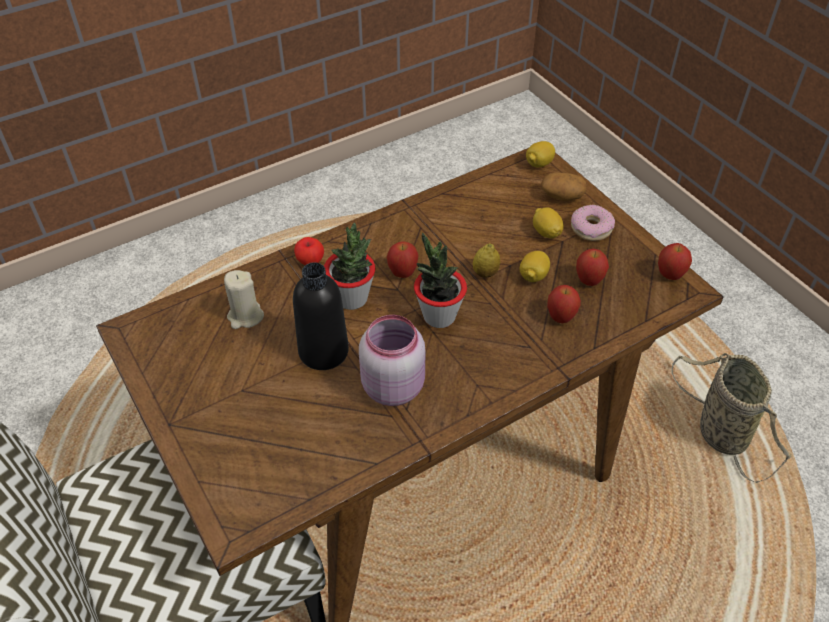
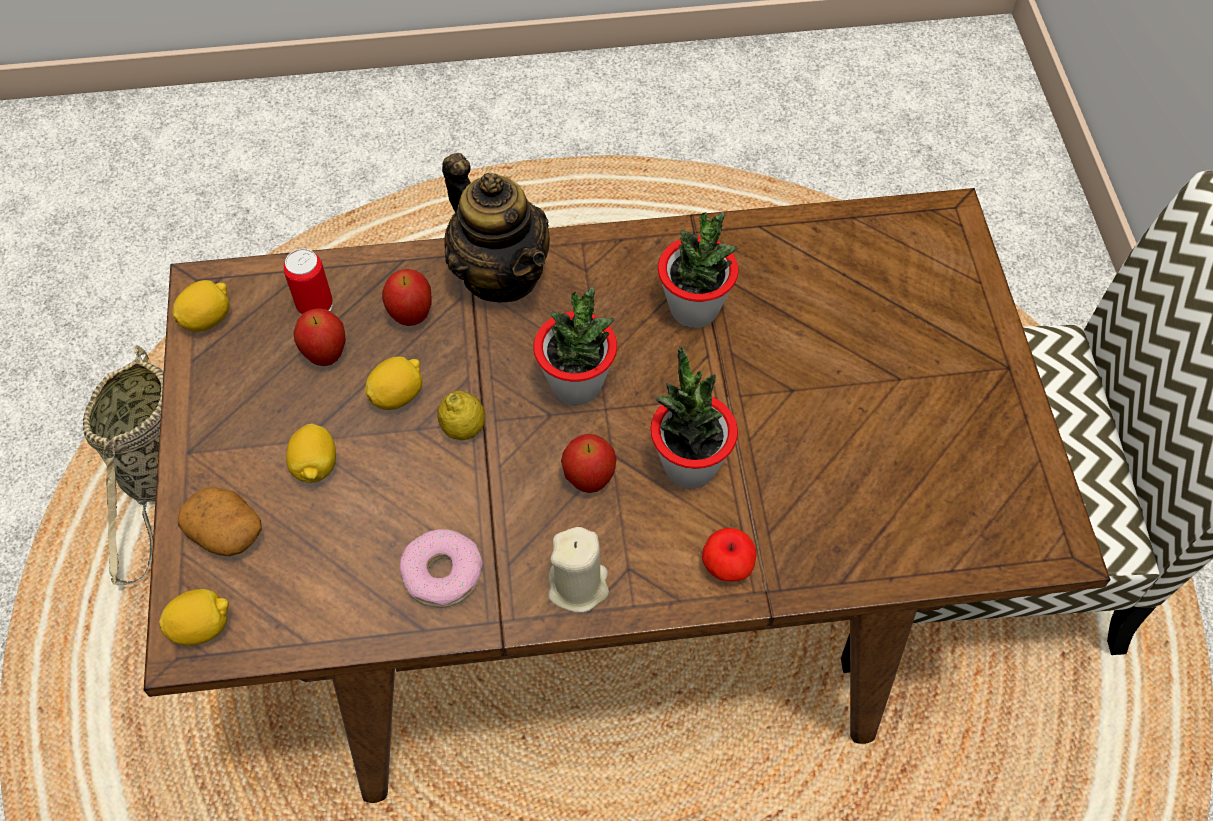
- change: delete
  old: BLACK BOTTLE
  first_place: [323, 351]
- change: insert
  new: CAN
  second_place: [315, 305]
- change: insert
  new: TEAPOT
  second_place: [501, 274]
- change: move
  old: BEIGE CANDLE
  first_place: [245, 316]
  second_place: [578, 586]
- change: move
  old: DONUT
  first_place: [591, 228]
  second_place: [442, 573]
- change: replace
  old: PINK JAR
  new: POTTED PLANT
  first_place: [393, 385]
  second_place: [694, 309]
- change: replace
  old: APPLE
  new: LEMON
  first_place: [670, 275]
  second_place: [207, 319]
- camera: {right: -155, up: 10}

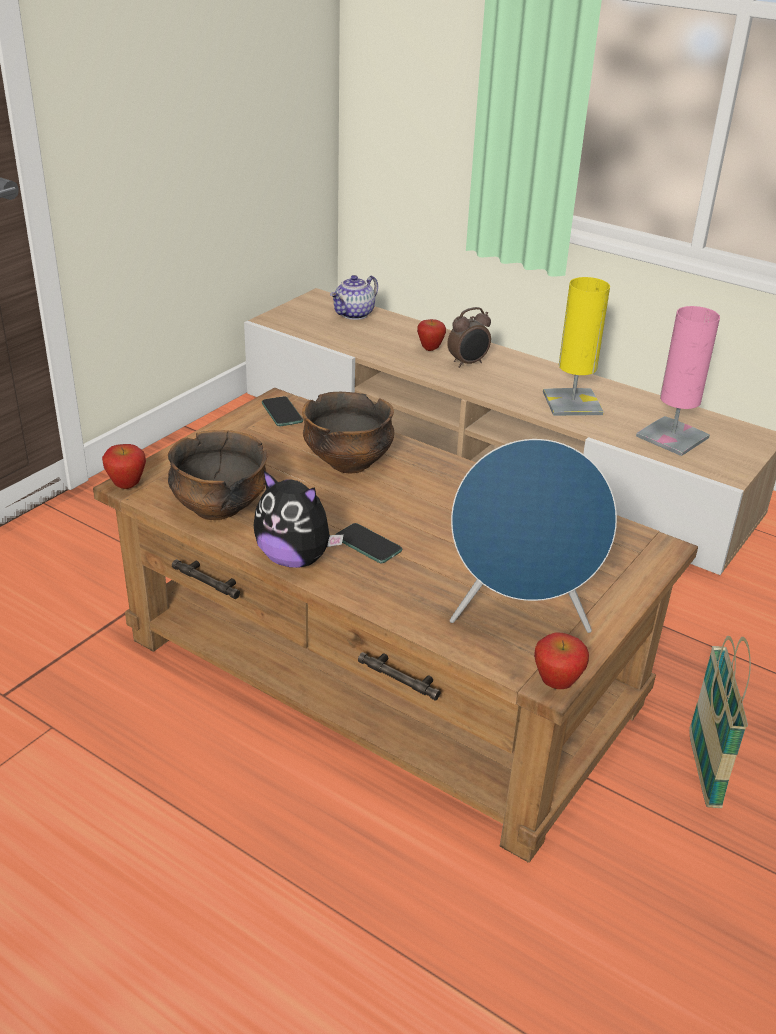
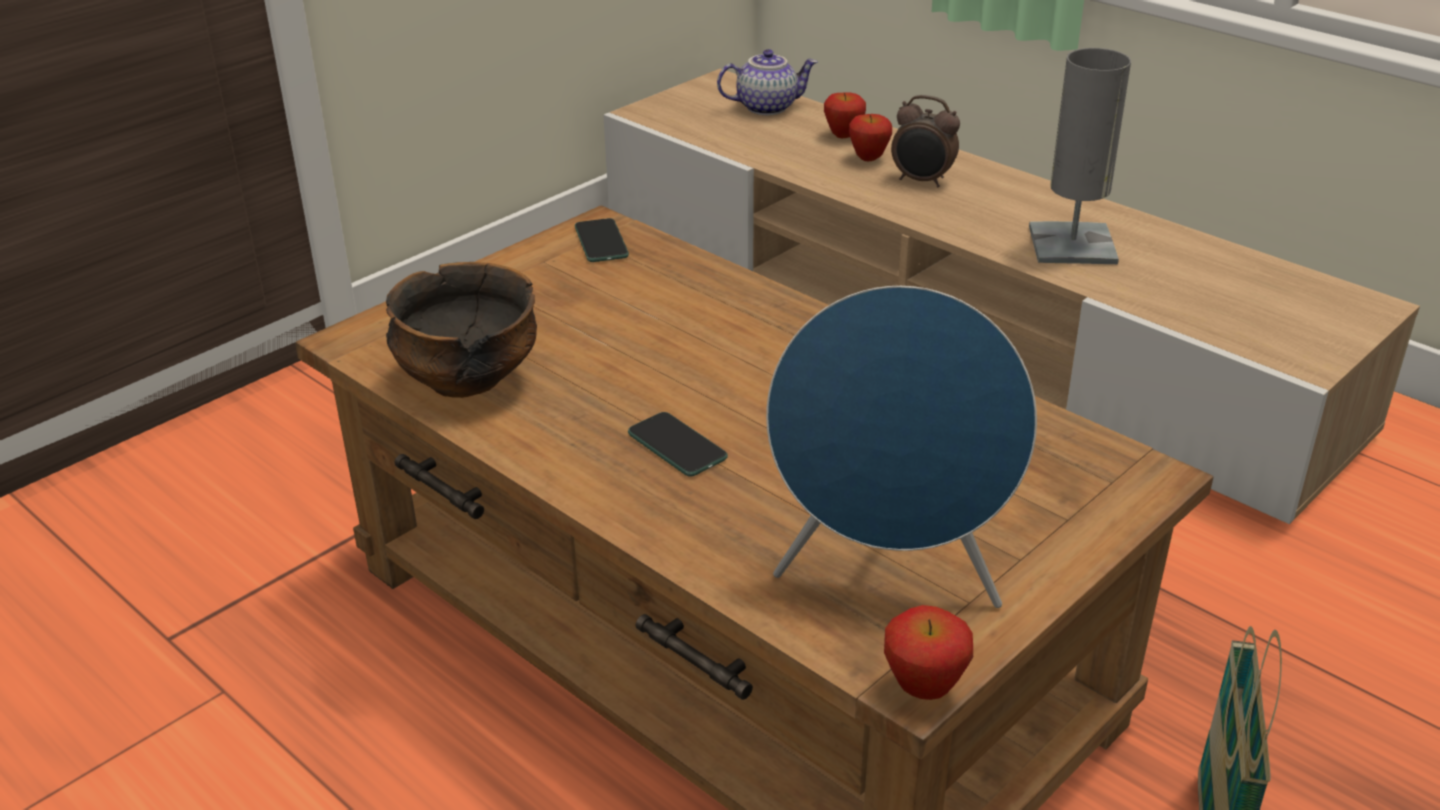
- change: delete
  old: PLUSH TOY
  first_place: [295, 559]
- change: delete
  old: BOWL
  first_place: [349, 462]
- change: delete
  old: PINK TABLE LAMP
  first_place: [672, 437]
- change: move
  old: APPLE
  first_place: [127, 486]
  second_place: [843, 136]
- change: recolor
  old: YELLOW TABLE LAMP
  new: GREY TABLE LAMP
  first_place: [572, 403]
  second_place: [1072, 245]
- change: rotate
  old: TEAPOT
  first_place: [354, 314]
  second_place: [767, 107]
  degrees: -150
- change: rotate
  old: ALARM CLOCK
  first_place: [468, 363]
  second_place: [922, 181]
  degrees: 45
- camera: {right: 10, up: 0}

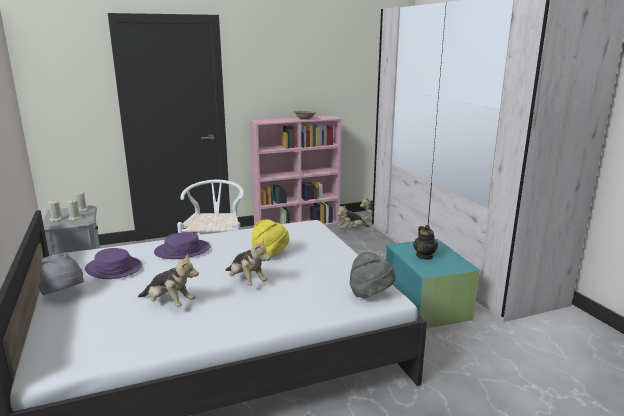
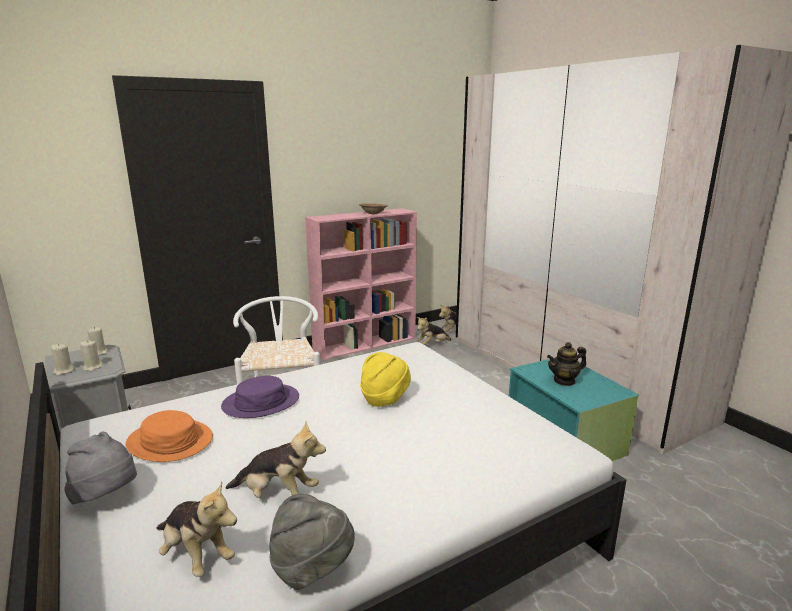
- change: move
  old: PLUSH TOY
  first_place: [246, 281]
  second_place: [196, 555]
- change: move
  old: GREY HAT
  first_place: [370, 294]
  second_place: [312, 569]
- change: recolor
  old: PURPLE HAT
  new: ORANGE HAT
  first_place: [113, 268]
  second_place: [170, 441]
- change: rotate
  old: TEAPOT
  first_place: [424, 256]
  second_place: [564, 381]
  degrees: 90
- camera: {right: -10, up: 0}

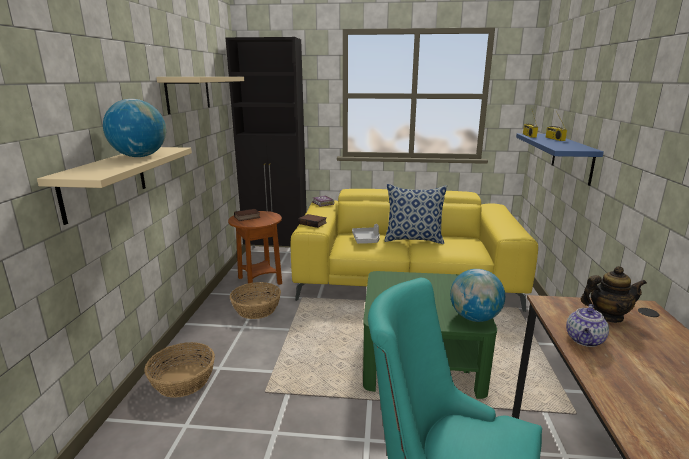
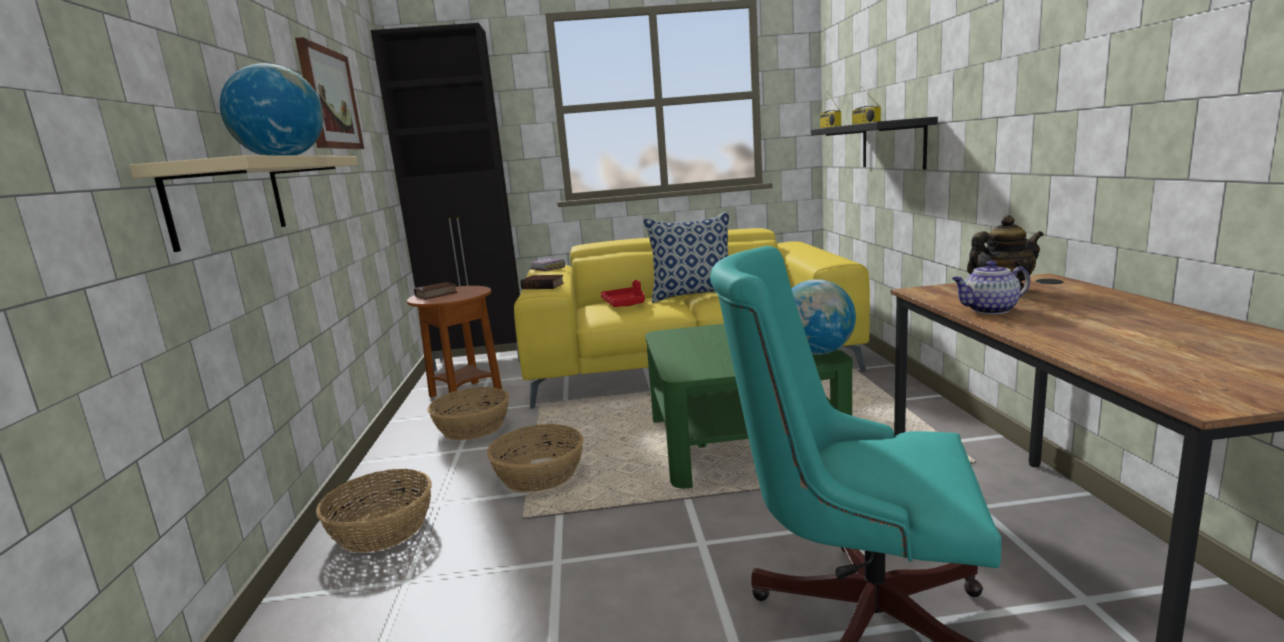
- change: insert
  new: BASKET
  second_place: [539, 474]
- change: replace
  old: BEIGE SHELF
  new: PICTURE
  first_place: [188, 93]
  second_place: [329, 99]
- change: recolor
  old: GREY TRAY
  new: RED TRAY
  first_place: [366, 240]
  second_place: [625, 304]
- change: recolor
  old: BLUE SHELF
  new: BLACK SHELF
  first_place: [572, 158]
  second_place: [892, 145]
- change: rotate
  old: TEAPOT
  first_place: [584, 340]
  second_place: [989, 310]
  degrees: 60
- camera: {right: -10, up: -5}

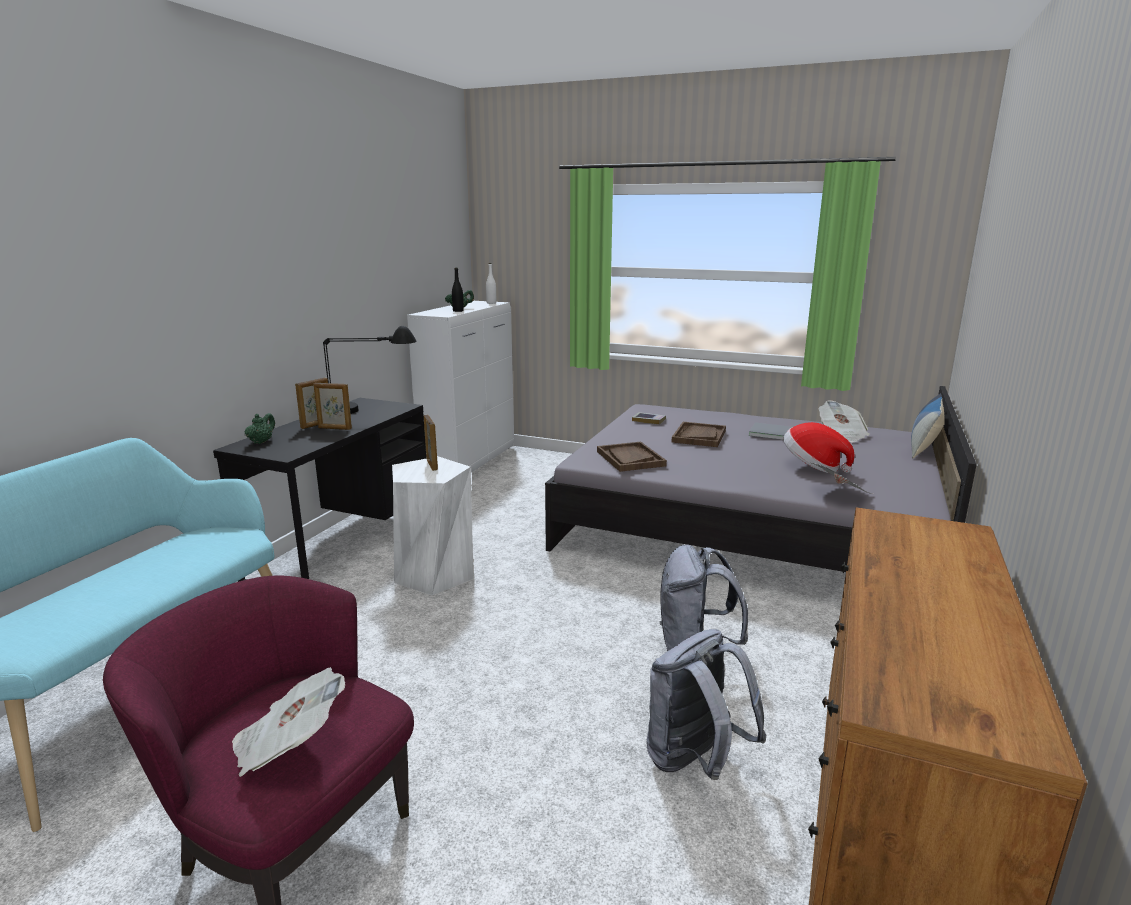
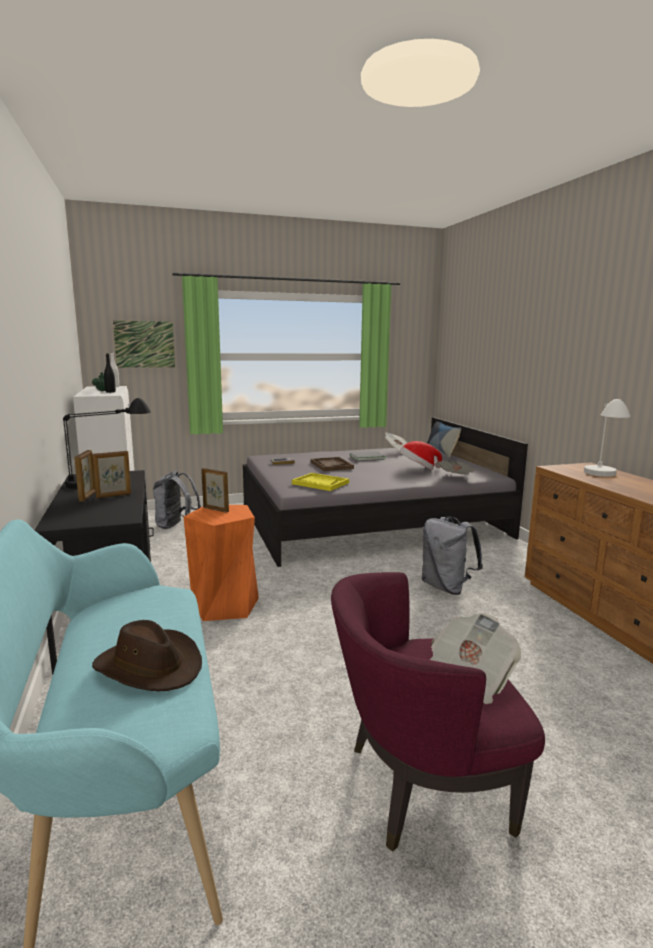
- change: delete
  old: GREEN TEAPOT
  first_place: [261, 442]
- change: insert
  new: BROWN HAT
  second_place: [150, 666]
- change: insert
  new: PICTURE
  second_place: [144, 344]
- change: insert
  new: WHITE TABLE LAMP
  second_place: [602, 479]
- change: move
  old: GREY BACKPACK
  first_place: [694, 761]
  second_place: [175, 525]
- change: recolor
  old: WHITE STOOL
  new: ORANGE STOOL
  first_place: [434, 574]
  second_place: [225, 605]
- change: recolor
  old: BROWN TRAY
  new: YELLOW TRAY
  first_place: [630, 458]
  second_place: [320, 483]
- camera: {right: -40, up: -5}

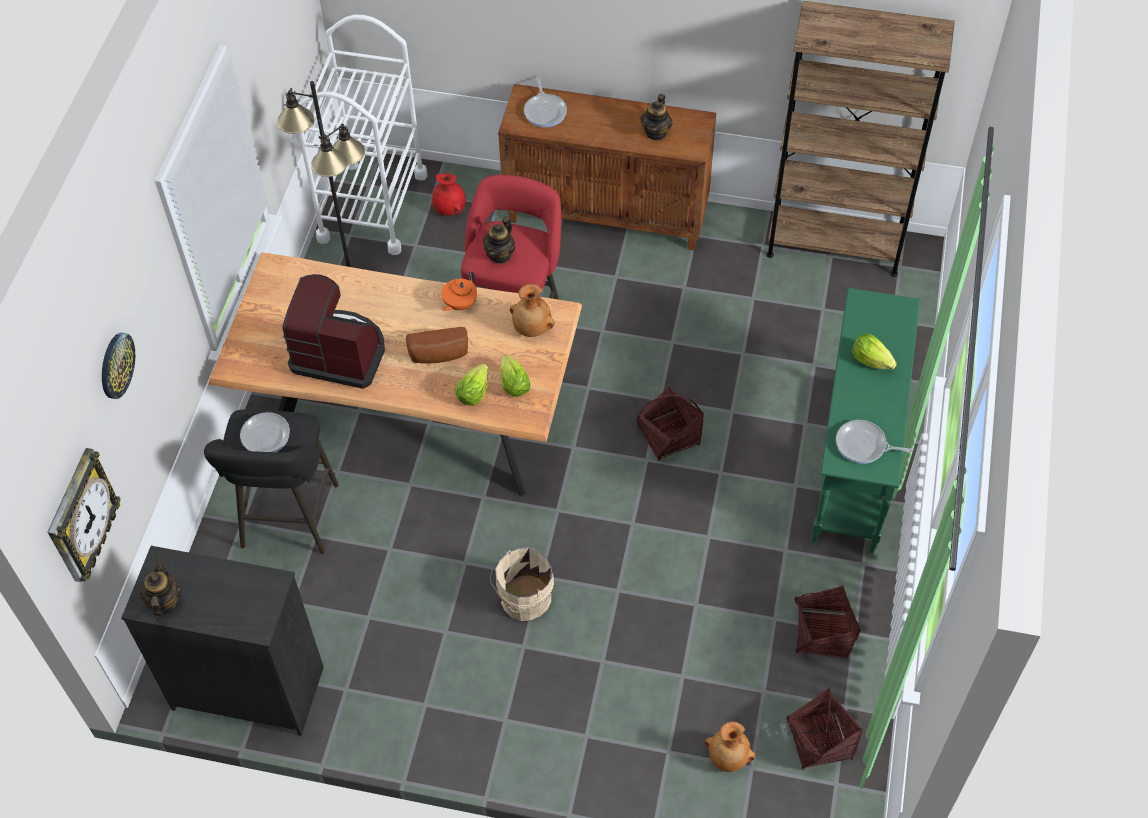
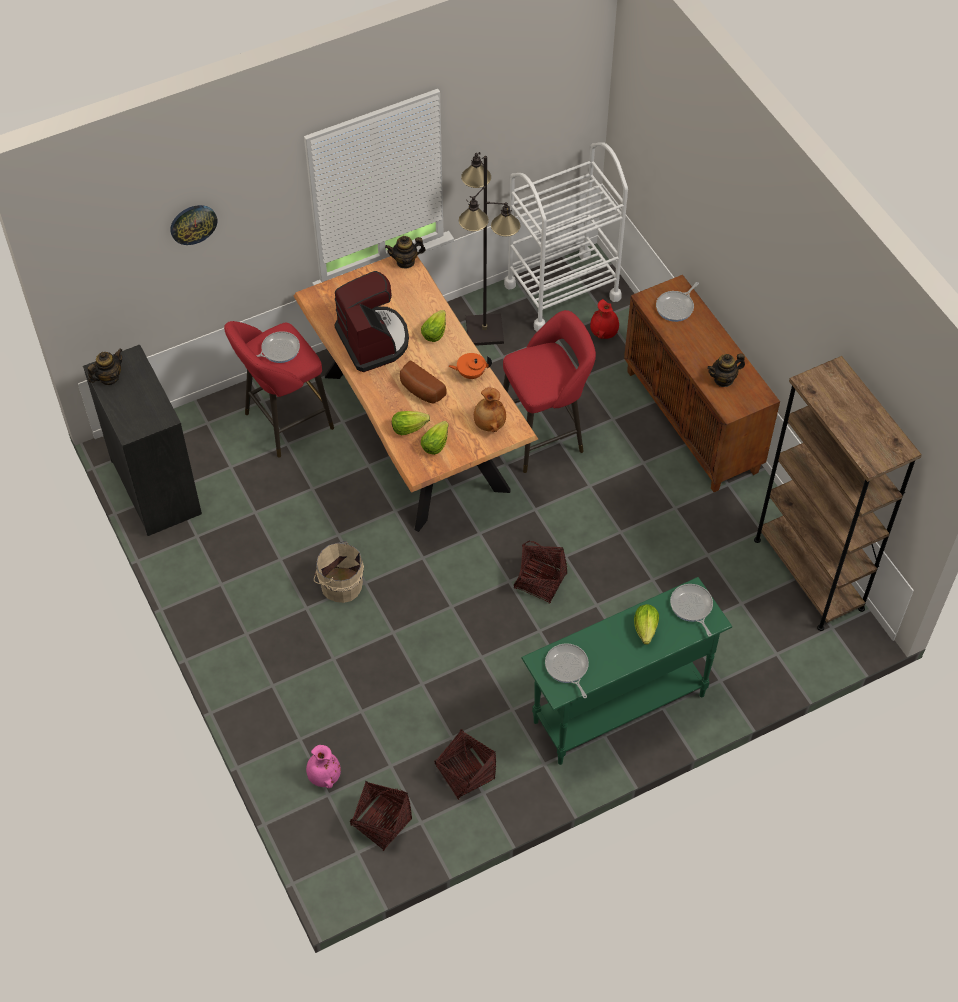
- change: delete
  old: WALL CLOCK
  first_place: [81, 518]
- change: insert
  new: LETTUCE
  second_place: [434, 333]
- change: insert
  new: FRYING PAN
  second_place: [692, 607]
- change: move
  old: TEAPOT
  first_place: [500, 254]
  second_place: [405, 261]
- change: recolor
  old: BLACK STOOL
  new: RED STOOL
  first_place: [288, 521]
  second_place: [284, 423]
- change: recolor
  old: BROWN VASE
  new: PINK VASE
  first_place: [728, 757]
  second_place: [323, 776]
- camera: {right: 50, up: 0}

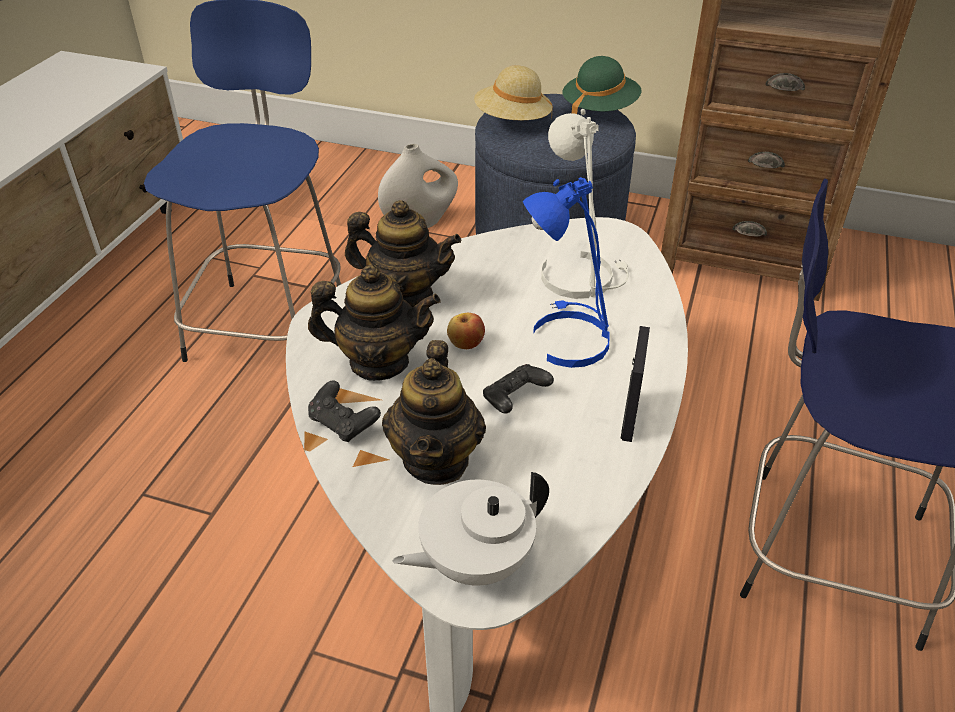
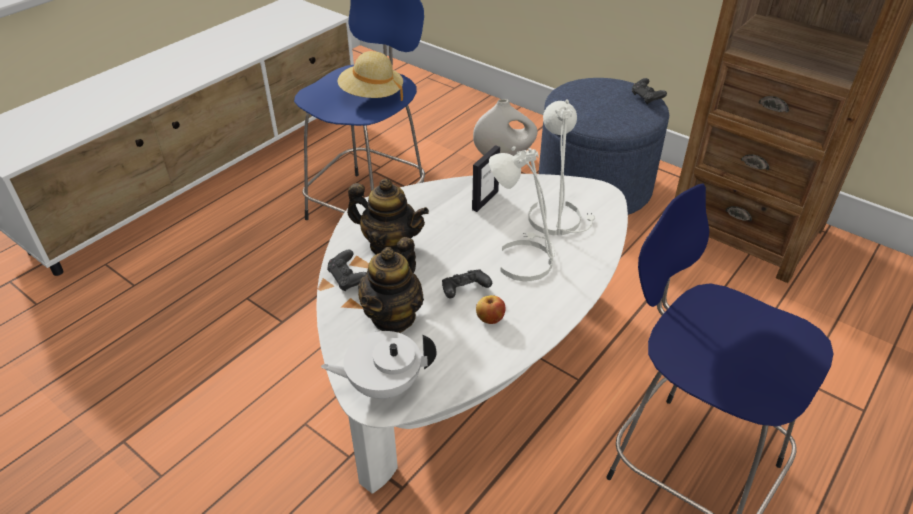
- change: delete
  old: TEAPOT
  first_place: [405, 294]
- change: move
  old: APPLE
  first_place: [466, 344]
  second_place: [490, 319]
- change: move
  old: BEIGE HAT
  first_place: [512, 121]
  second_place: [371, 96]
- change: move
  old: PICTURE FRAME
  first_place: [629, 416]
  second_place: [485, 200]
- change: replace
  old: GREEN HAT
  new: BLACK GAME CONTROLLER
  first_place: [599, 109]
  second_place: [646, 98]
- change: recolor
  old: BLUE TABLE LAMP
  new: WHITE TABLE LAMP
  first_place: [567, 337]
  second_place: [524, 259]
- camera: {right: 20, up: 0}

